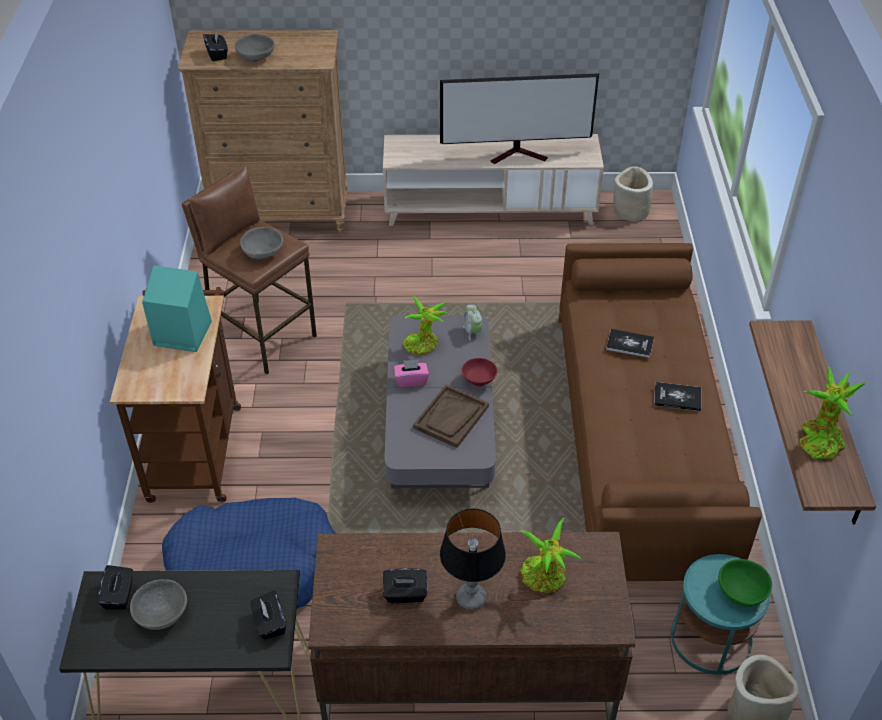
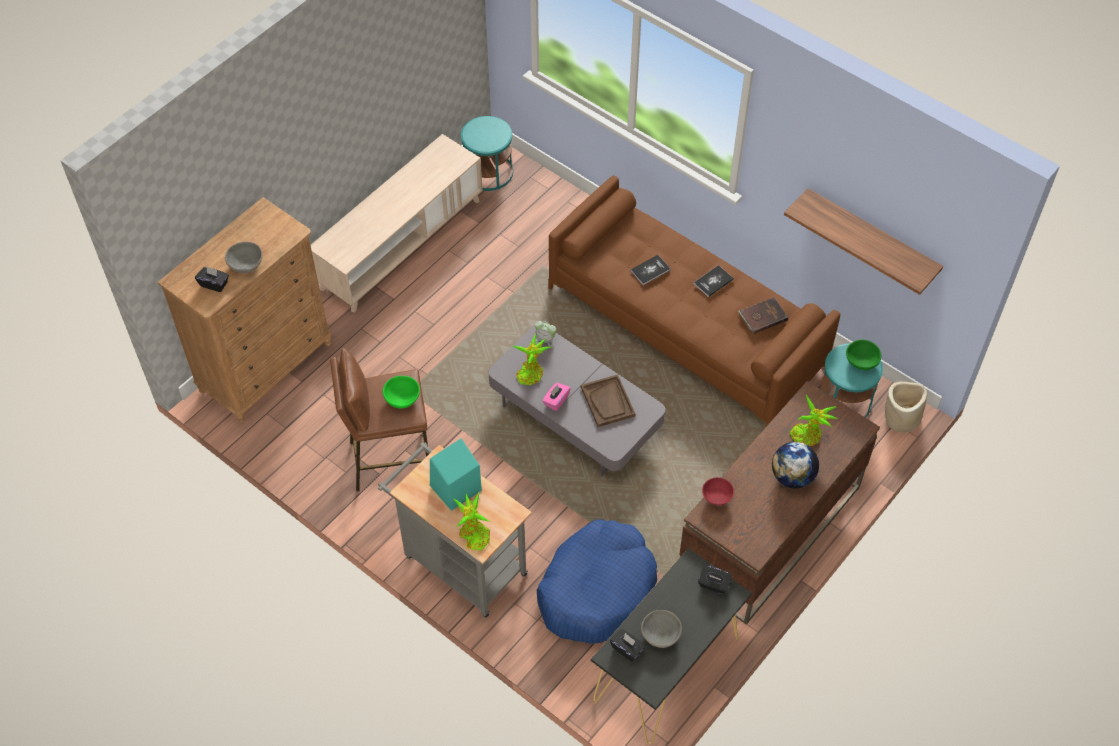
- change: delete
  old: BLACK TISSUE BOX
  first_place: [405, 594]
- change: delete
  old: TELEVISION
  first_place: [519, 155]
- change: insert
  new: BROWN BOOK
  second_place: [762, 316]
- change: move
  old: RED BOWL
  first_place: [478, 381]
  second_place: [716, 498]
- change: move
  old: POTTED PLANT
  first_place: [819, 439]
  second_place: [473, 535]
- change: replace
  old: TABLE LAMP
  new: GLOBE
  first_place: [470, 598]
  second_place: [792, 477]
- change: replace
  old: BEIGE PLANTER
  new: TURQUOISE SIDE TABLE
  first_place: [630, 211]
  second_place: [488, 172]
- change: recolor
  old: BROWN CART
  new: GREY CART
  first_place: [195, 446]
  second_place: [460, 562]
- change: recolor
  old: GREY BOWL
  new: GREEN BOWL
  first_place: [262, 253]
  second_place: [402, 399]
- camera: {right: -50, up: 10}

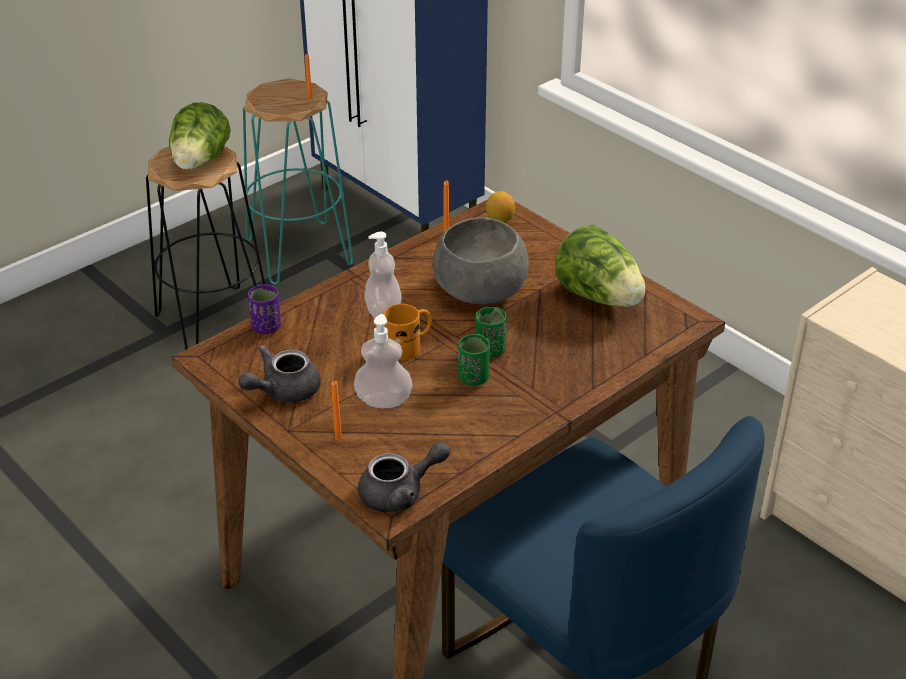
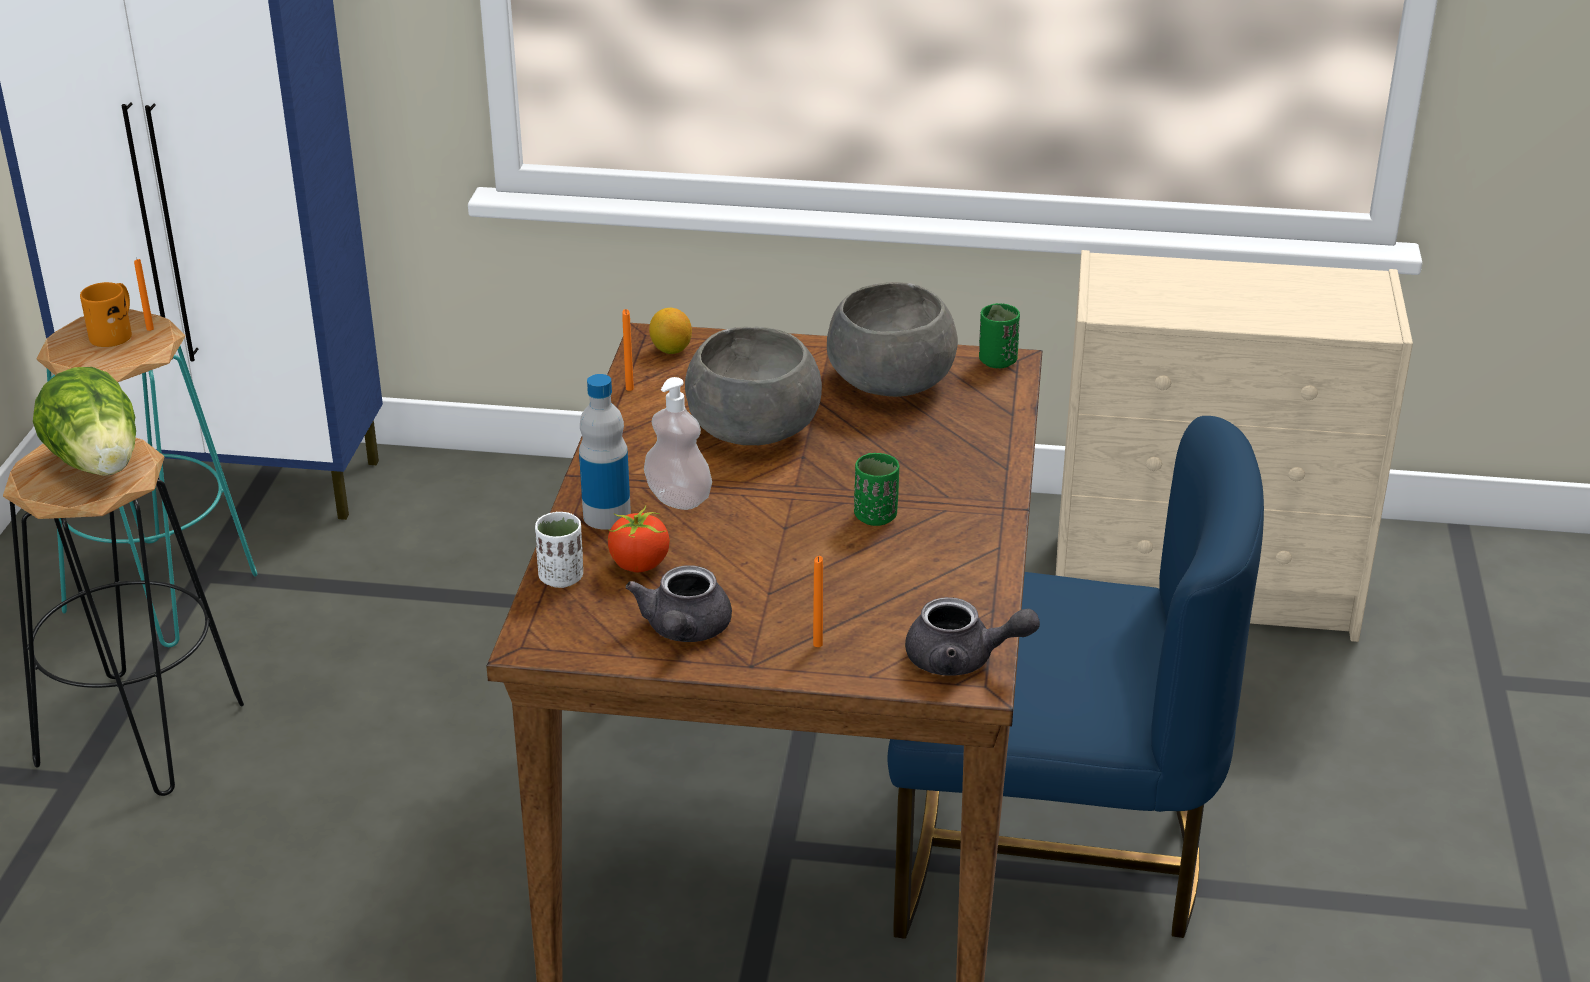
- change: delete
  old: SOAP DISPENSER
  first_place: [383, 400]
- change: insert
  new: BOTTLE
  second_place: [607, 516]
- change: insert
  new: TOMATO
  second_place: [639, 565]
- change: move
  old: ORANGE MUG
  first_place: [409, 346]
  second_place: [115, 332]
- change: move
  old: GREEN CUP
  first_place: [490, 350]
  second_place: [997, 361]
- change: replace
  old: LETTUCE
  new: GREY BOWL
  first_place: [599, 297]
  second_place: [889, 380]
- change: recolor
  old: PURPLE CUP
  new: WHITE CUP
  first_place: [266, 327]
  second_place: [561, 578]
- change: rotate
  old: GREY TEAPOT
  first_place: [400, 493]
  second_place: [962, 659]
  degrees: 75
- camera: {right: -40, up: -5}

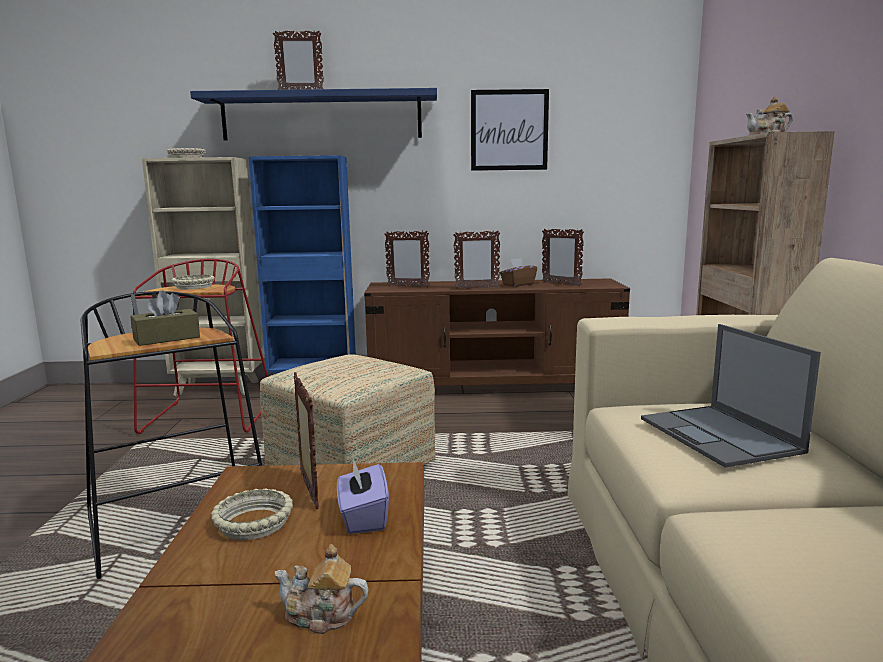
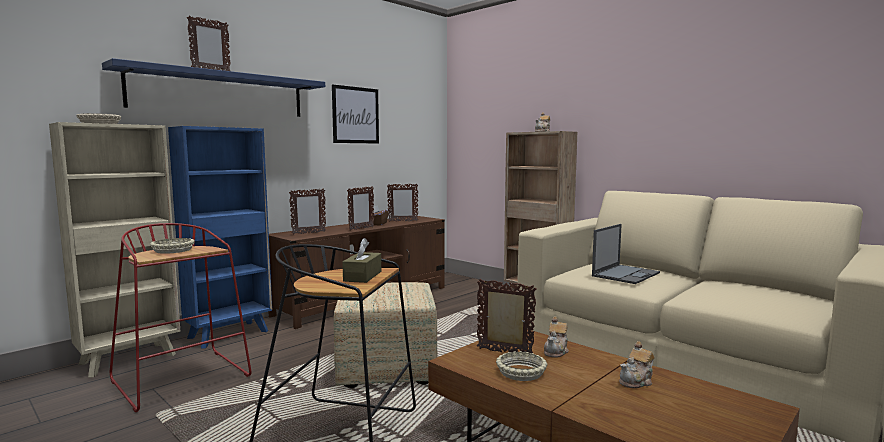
- change: replace
  old: PURPLE TISSUE BOX
  new: TEAPOT
  first_place: [363, 518]
  second_place: [556, 351]
- change: rotate
  old: LAPTOP
  first_place: [720, 436]
  second_place: [626, 274]
  degrees: -75
- camera: {right: -45, up: -5}

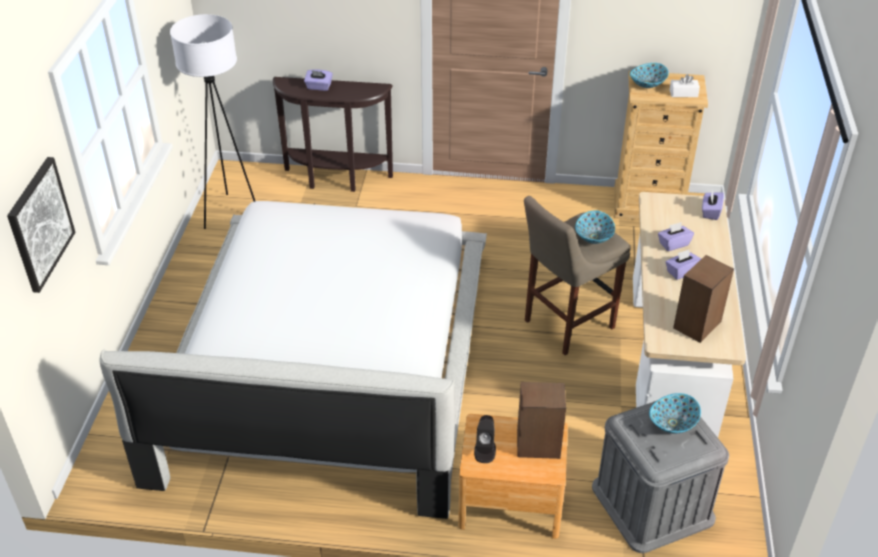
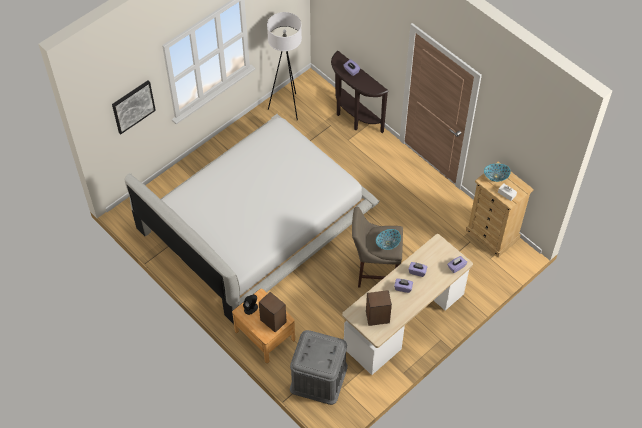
- change: delete
  old: BOWL
  first_place: [673, 423]
- camera: {right: 40, up: 15}

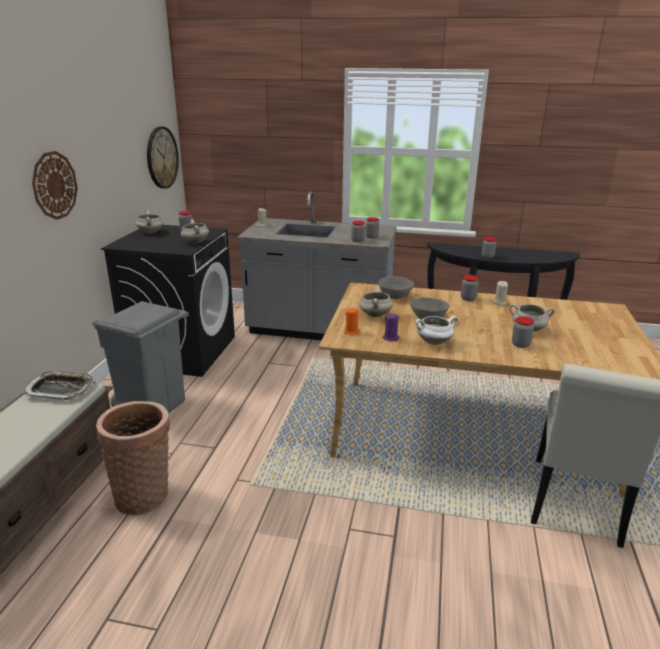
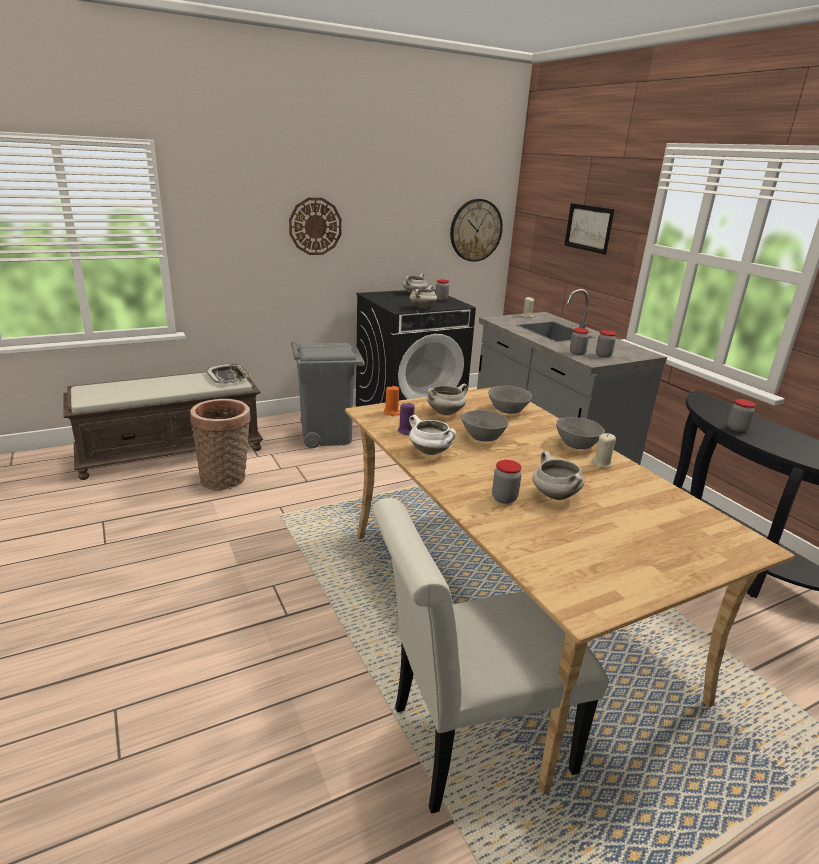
- change: insert
  new: PICTURE
  second_place: [588, 228]
- change: replace
  old: JAR
  new: GREY BOWL
  first_place: [468, 298]
  second_place: [577, 445]
- camera: {right: 50, up: 0}

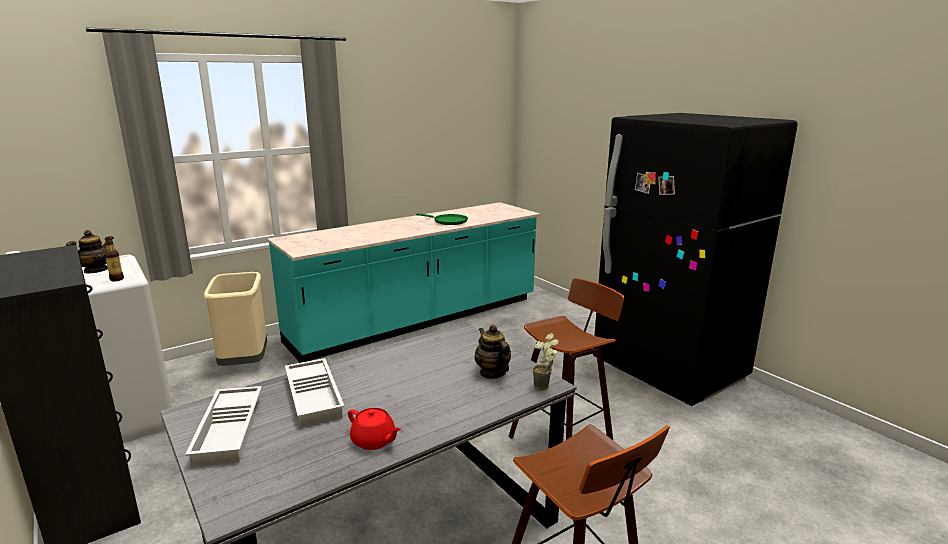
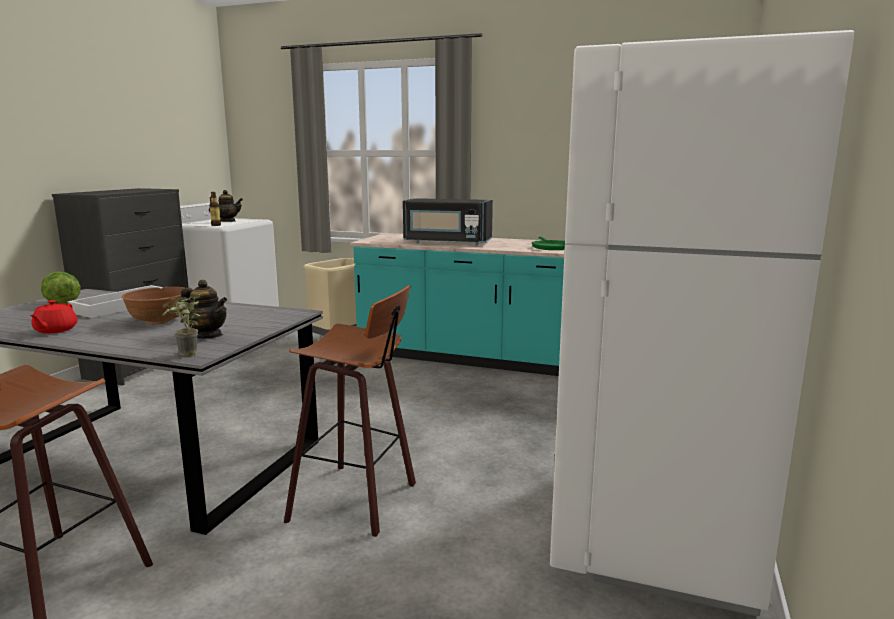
- change: insert
  new: BROWN BOWL
  second_place: [160, 320]
- change: insert
  new: BLACK MICROWAVE
  second_place: [447, 242]
- change: replace
  old: WHITE TRAY
  new: LETTUCE
  first_place: [230, 430]
  second_place: [62, 303]
- change: recolor
  old: BLACK FRIDGE
  new: WHITE FRIDGE
  first_place: [669, 371]
  second_place: [654, 531]
- change: rotate
  old: TEAPOT
  first_place: [492, 373]
  second_place: [207, 335]
  degrees: 90
- camera: {right: 55, up: -5}

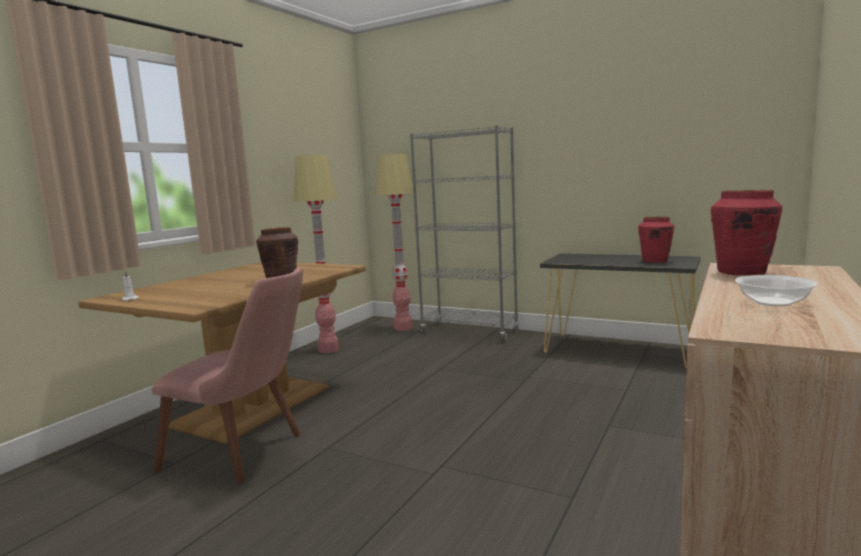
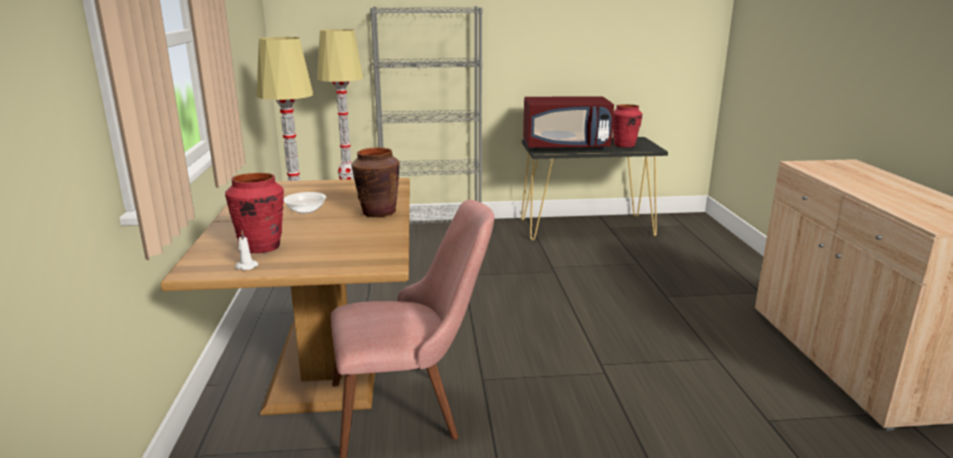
- change: insert
  new: RED MICROWAVE
  second_place: [566, 147]
- change: move
  old: RED VASE
  first_place: [742, 273]
  second_place: [261, 247]
- change: move
  old: BOWL
  first_place: [772, 302]
  second_place: [305, 210]
- camera: {right: -35, up: 10}

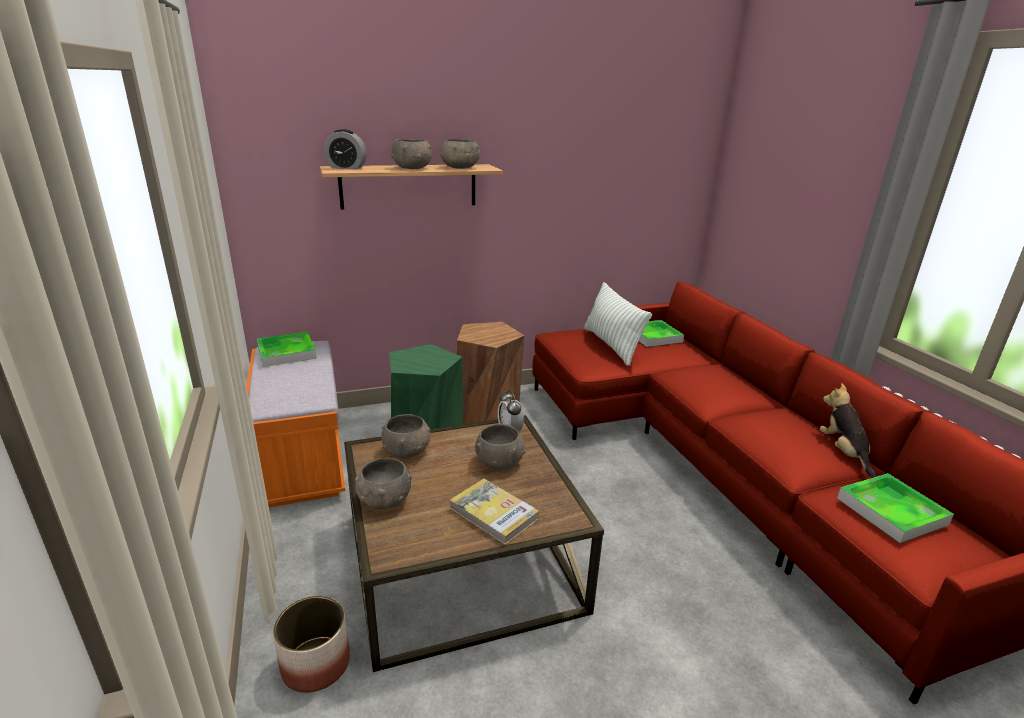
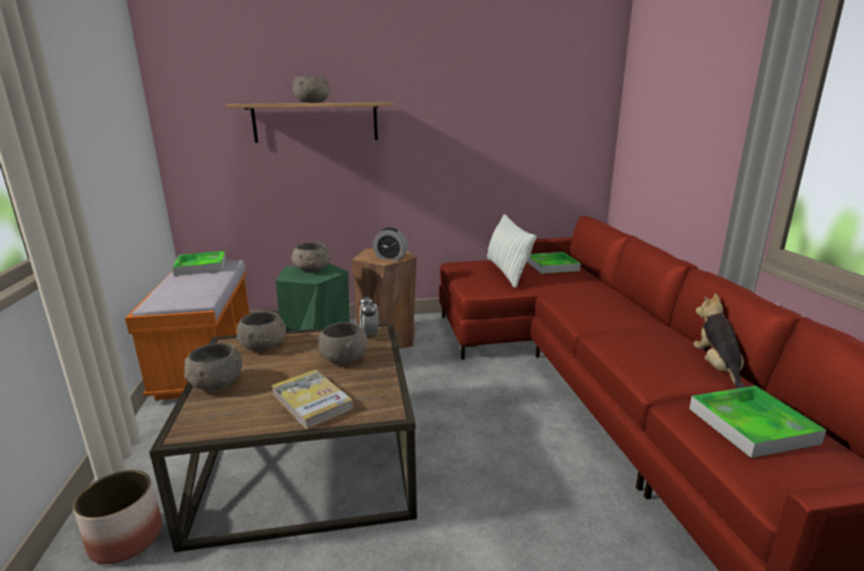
- change: move
  old: ALARM CLOCK
  first_place: [346, 168]
  second_place: [390, 257]
- change: move
  old: GREY BOWL
  first_place: [460, 168]
  second_place: [312, 270]
- camera: {right: 10, up: -5}

